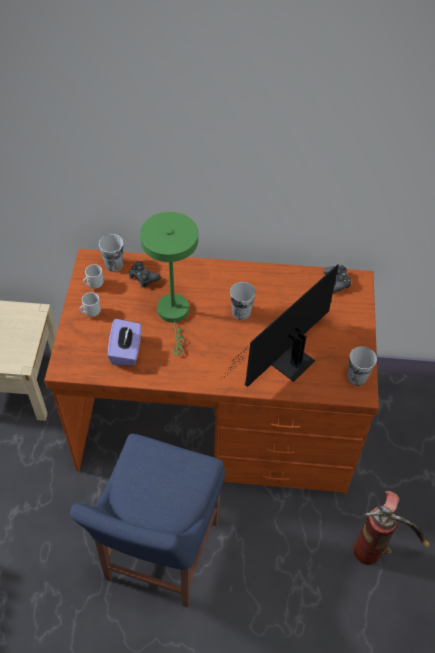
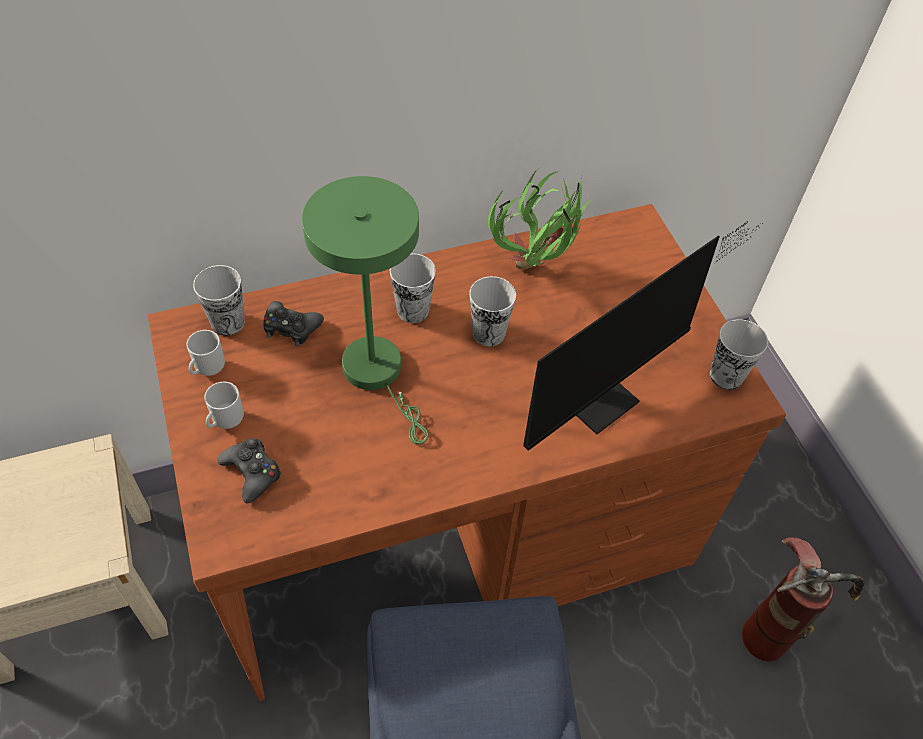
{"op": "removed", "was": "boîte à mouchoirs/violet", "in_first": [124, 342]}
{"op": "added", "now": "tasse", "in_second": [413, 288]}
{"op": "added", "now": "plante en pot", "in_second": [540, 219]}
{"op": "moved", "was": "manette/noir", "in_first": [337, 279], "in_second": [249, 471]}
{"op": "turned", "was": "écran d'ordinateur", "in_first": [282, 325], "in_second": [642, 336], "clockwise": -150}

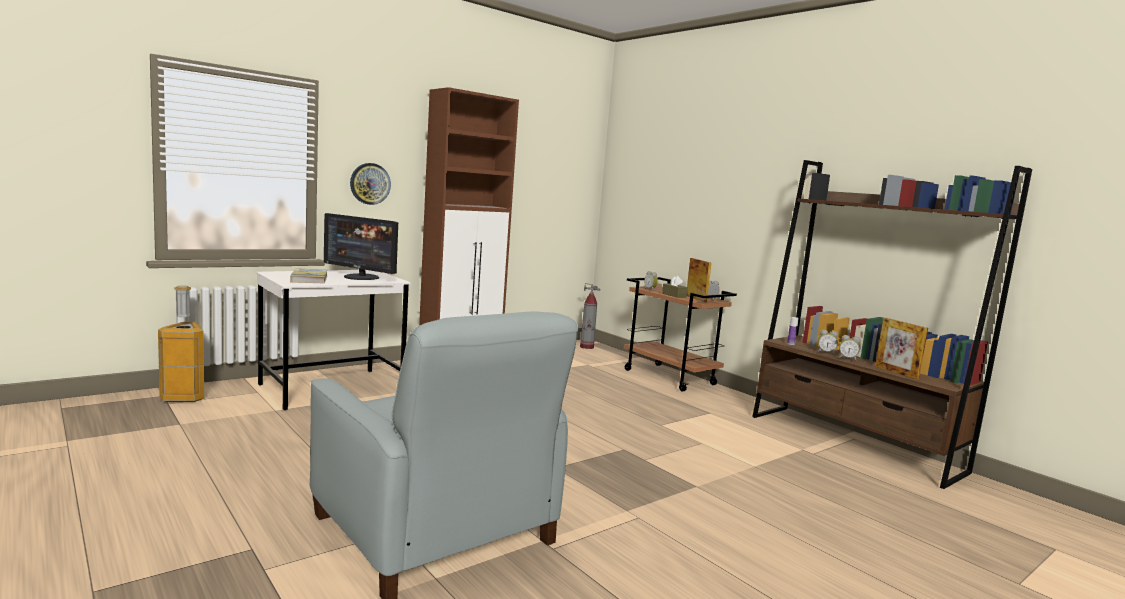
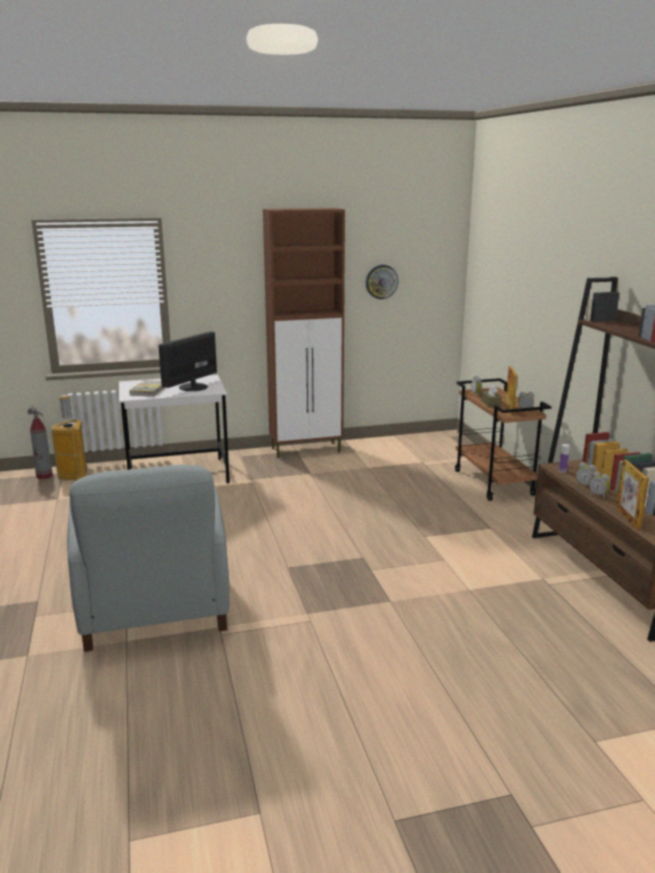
{"op": "moved", "was": "horloge murale", "in_first": [370, 184], "in_second": [382, 282]}
{"op": "moved", "was": "extincteur", "in_first": [590, 316], "in_second": [40, 442]}
{"op": "turned", "was": "écran d'ordinateur", "in_first": [361, 246], "in_second": [188, 361], "clockwise": 75}

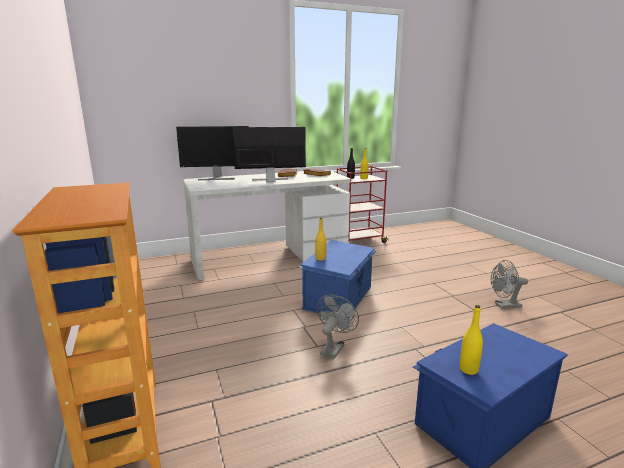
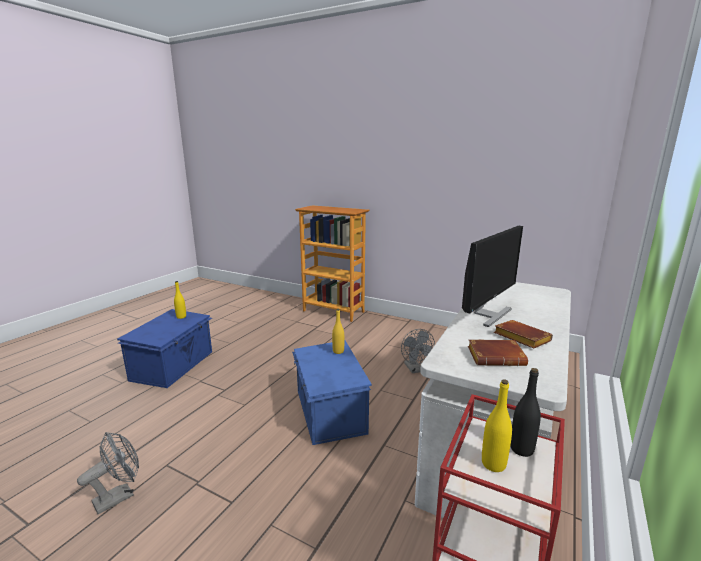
{"op": "removed", "was": "écran d'ordinateur", "in_first": [212, 153]}
{"op": "moved", "was": "ventilateur/gris", "in_first": [337, 327], "in_second": [418, 351]}

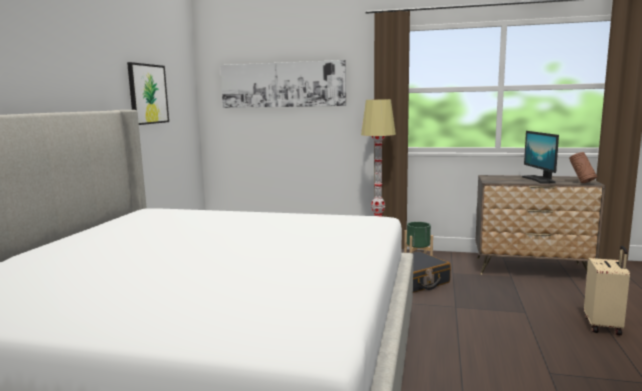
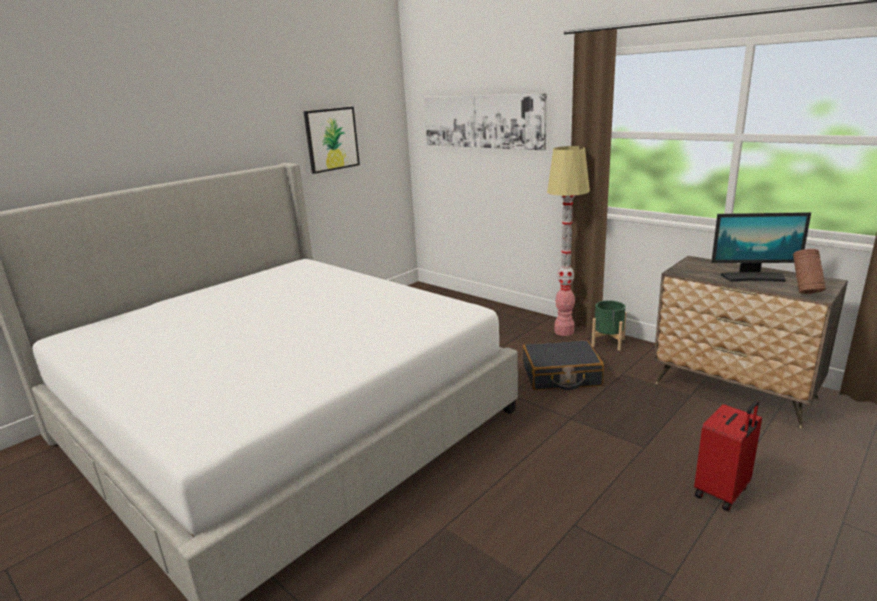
{"op": "recoloured", "was": "valise/beige", "now": "valise/rouge", "in_first": [607, 290], "in_second": [728, 455]}
{"op": "turned", "was": "écran d'ordinateur", "in_first": [540, 157], "in_second": [761, 247], "clockwise": -105}

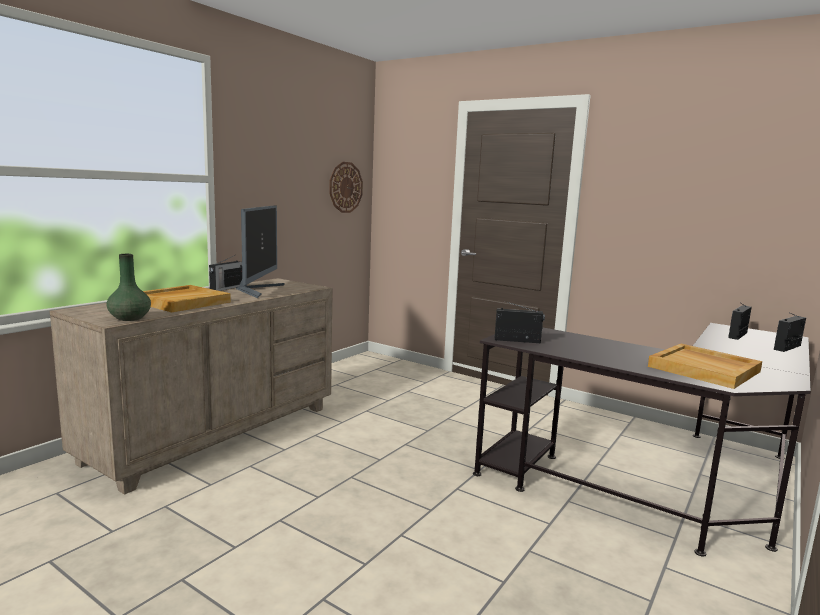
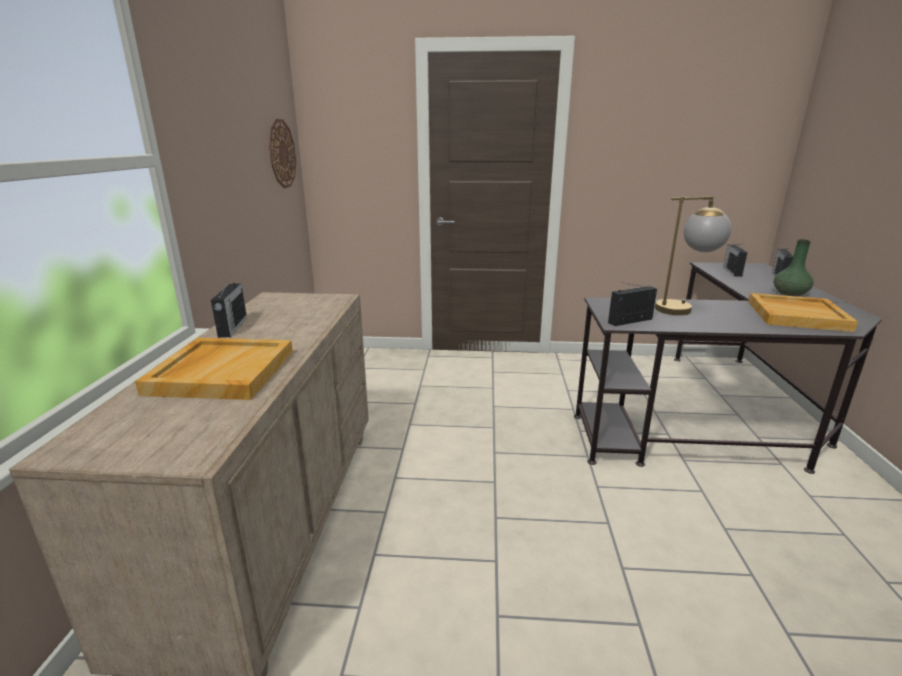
{"op": "removed", "was": "écran d'ordinateur", "in_first": [260, 251]}
{"op": "added", "now": "lampe de table", "in_second": [693, 255]}
{"op": "moved", "was": "vase/vert", "in_first": [128, 287], "in_second": [794, 267]}

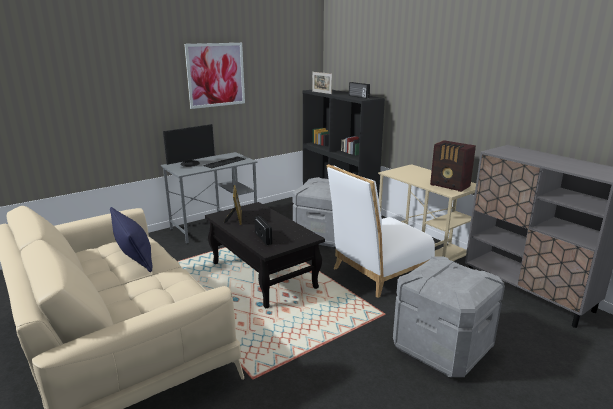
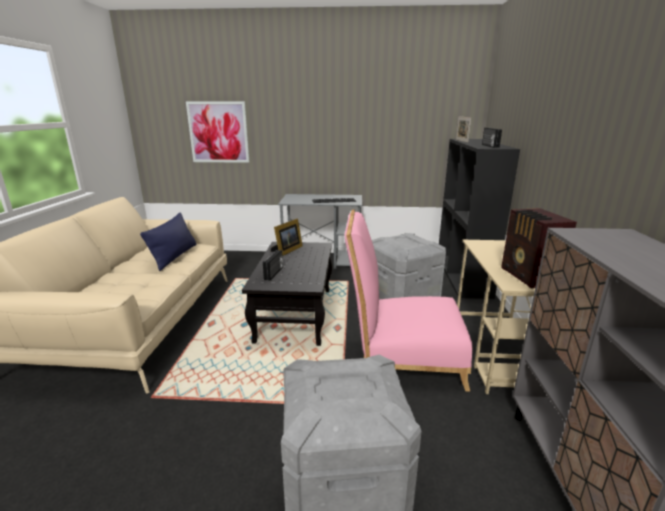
{"op": "removed", "was": "écran d'ordinateur", "in_first": [189, 145]}
{"op": "moved", "was": "tableau", "in_first": [214, 76], "in_second": [217, 132]}
{"op": "recoloured", "was": "chaise/blanc", "now": "chaise/rose", "in_first": [380, 231], "in_second": [408, 301]}

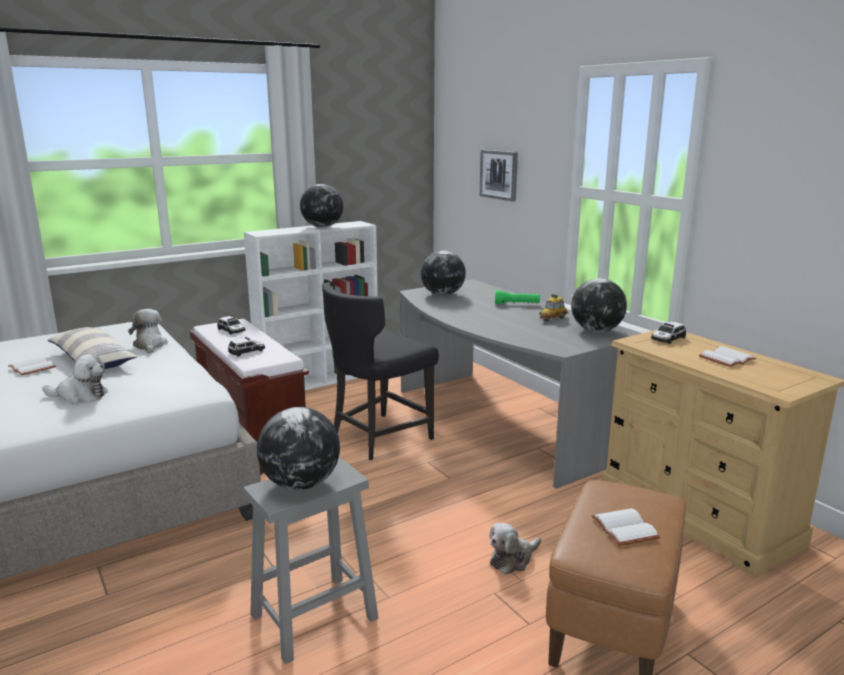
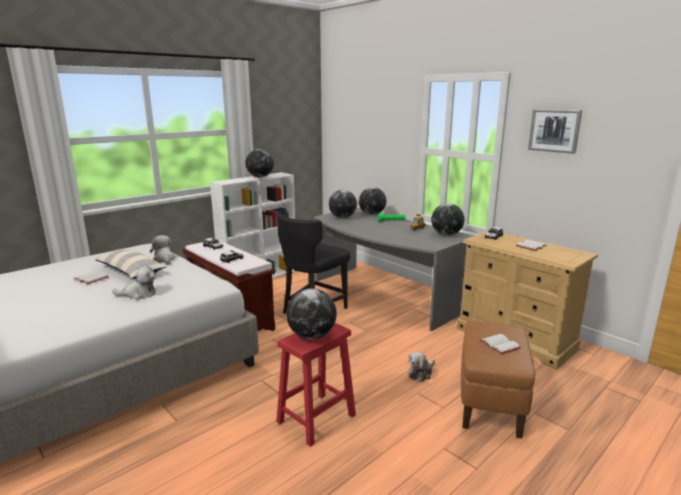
{"op": "added", "now": "globe", "in_second": [372, 201]}
{"op": "moved", "was": "tableau", "in_first": [499, 175], "in_second": [555, 131]}
{"op": "recoloured", "was": "tabouret/gris", "now": "tabouret/rouge", "in_first": [311, 560], "in_second": [316, 385]}

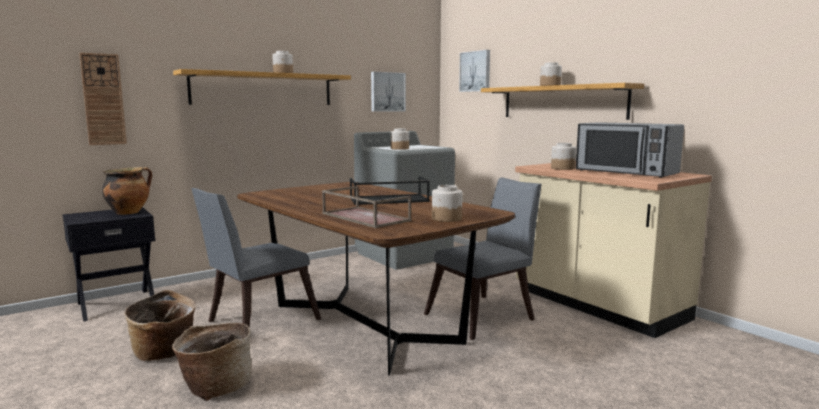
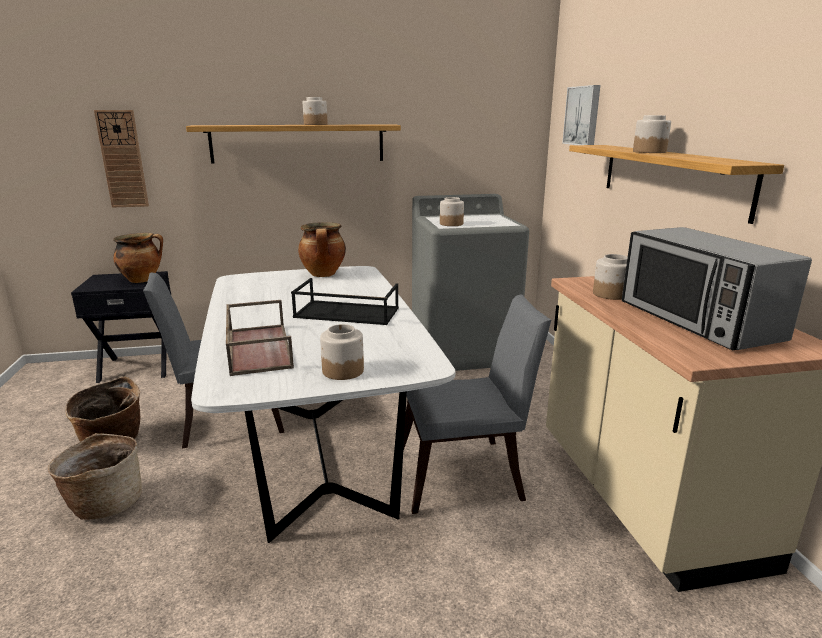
{"op": "removed", "was": "tableau", "in_first": [388, 92]}
{"op": "added", "now": "marmite", "in_second": [322, 249]}
{"op": "recoloured", "was": "table à manger/marron", "now": "table à manger/blanc", "in_first": [376, 279], "in_second": [323, 404]}

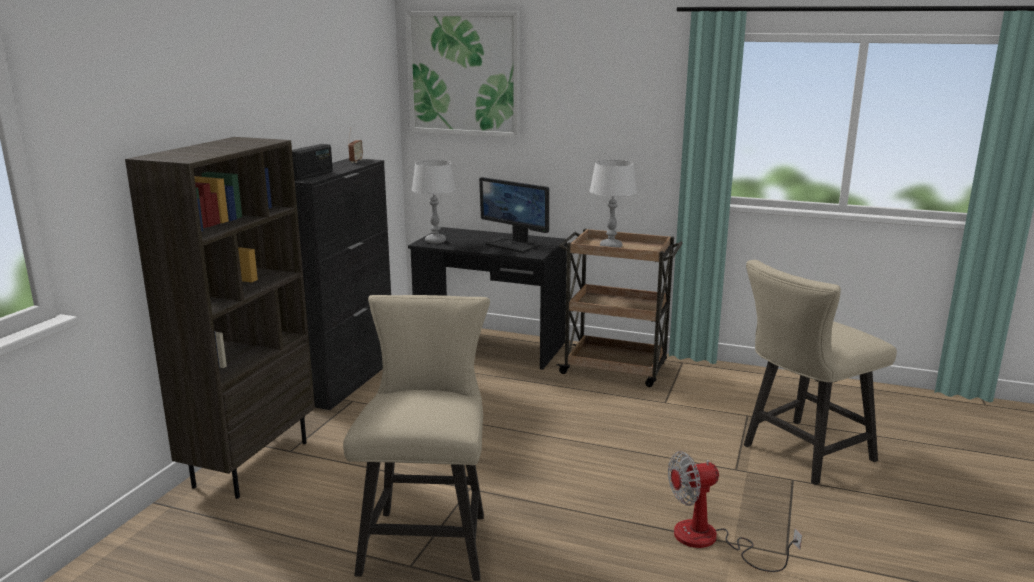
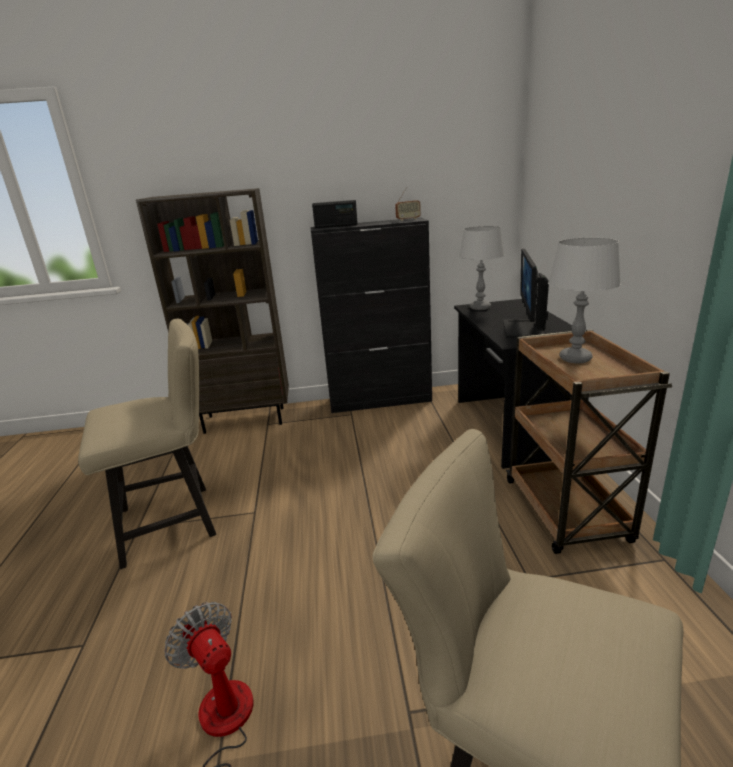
{"op": "removed", "was": "tableau", "in_first": [462, 74]}

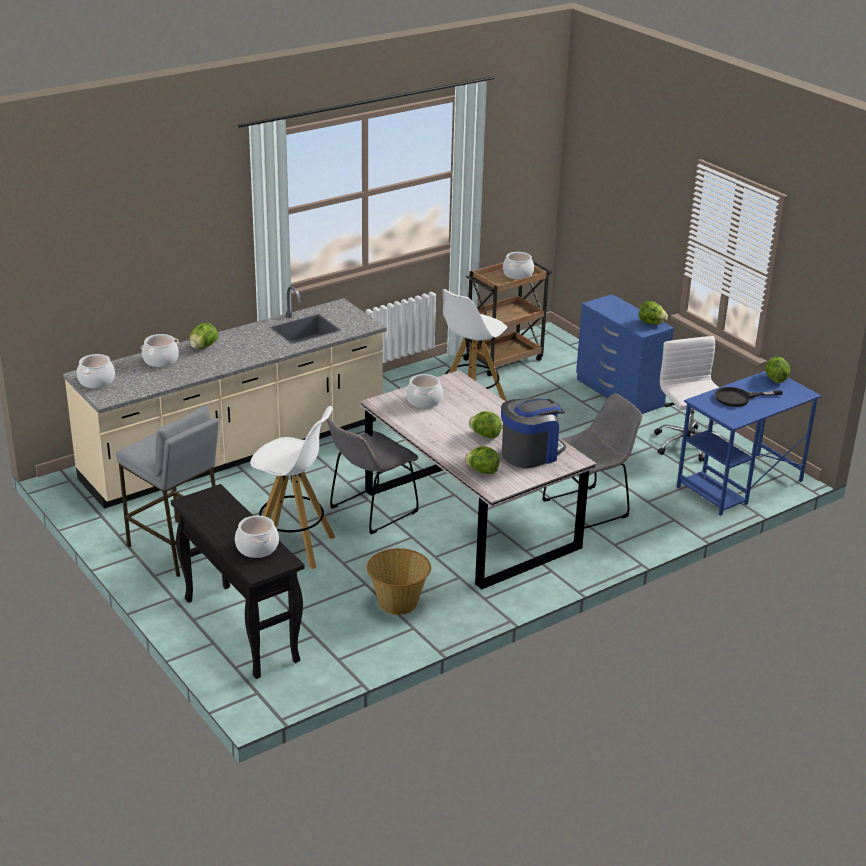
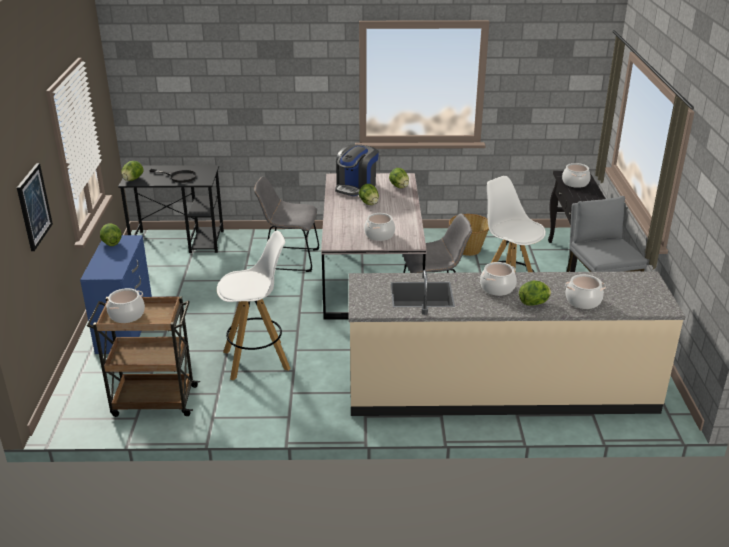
{"op": "removed", "was": "chaise de bureau/blanc", "in_first": [690, 399]}
{"op": "added", "now": "tableau", "in_second": [35, 207]}
{"op": "moved", "was": "marmite", "in_first": [96, 371], "in_second": [498, 279]}
{"op": "recoloured", "was": "bureau/bleu", "now": "bureau/noir", "in_first": [748, 443], "in_second": [171, 209]}
{"op": "turned", "was": "machine à café", "in_first": [533, 433], "in_second": [357, 170], "clockwise": -60}

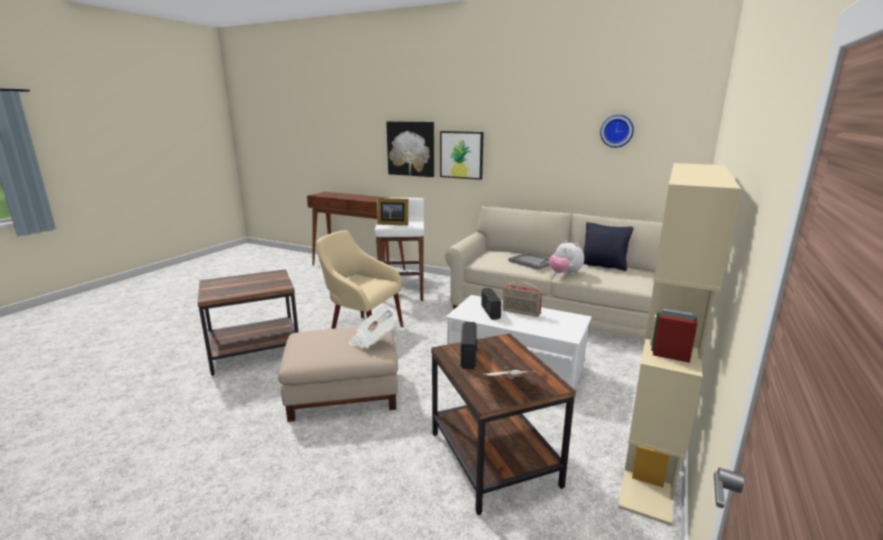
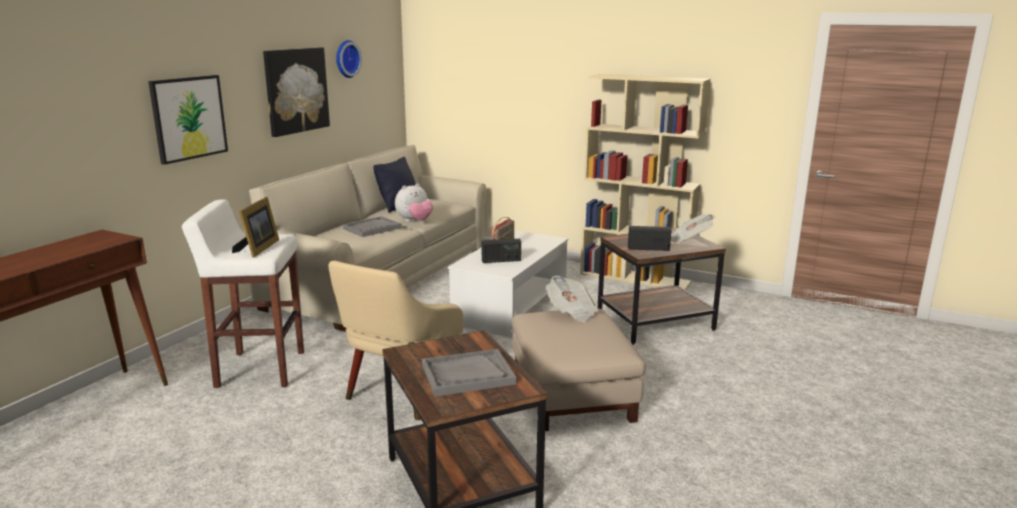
{"op": "added", "now": "plateau/gris", "in_second": [469, 373]}
{"op": "moved", "was": "tableau", "in_first": [410, 149], "in_second": [296, 92]}

